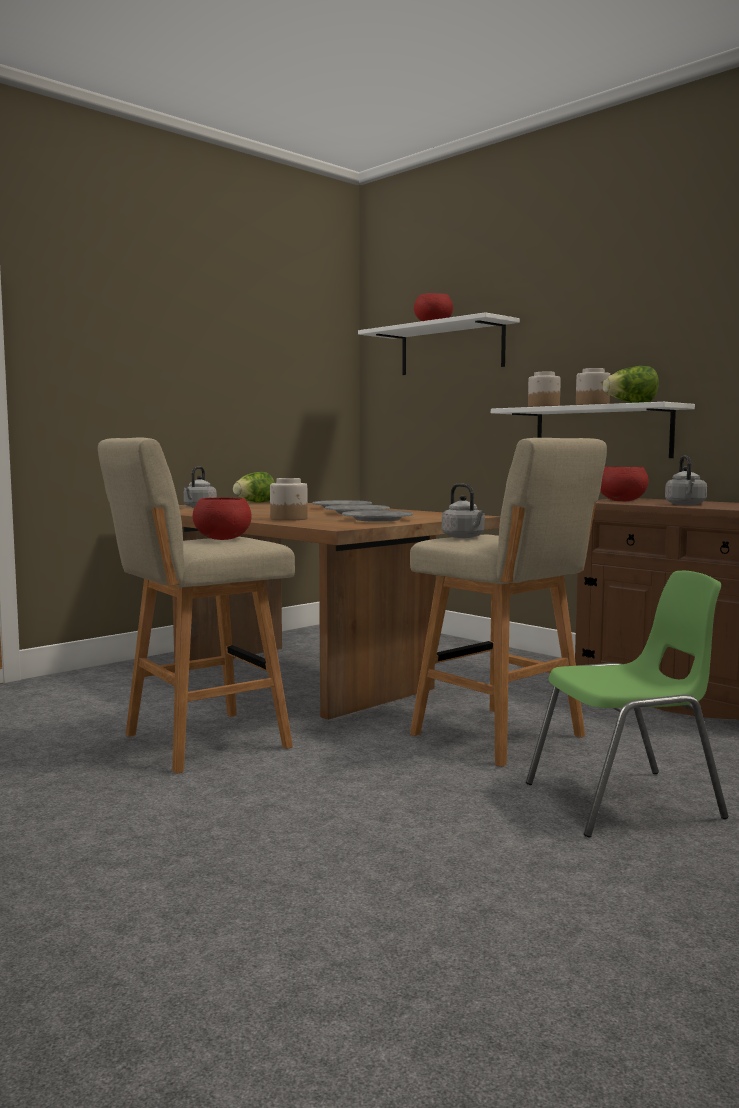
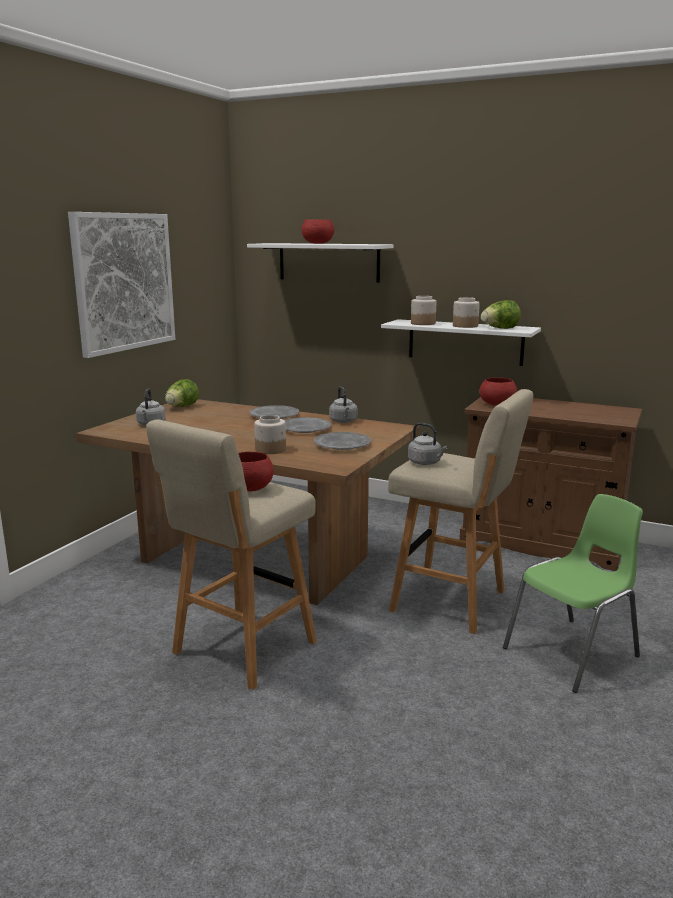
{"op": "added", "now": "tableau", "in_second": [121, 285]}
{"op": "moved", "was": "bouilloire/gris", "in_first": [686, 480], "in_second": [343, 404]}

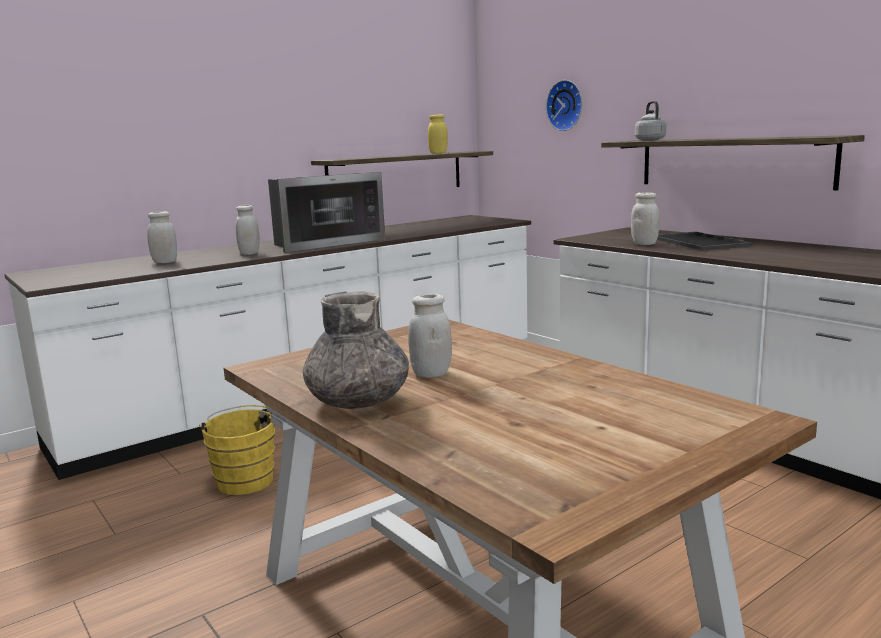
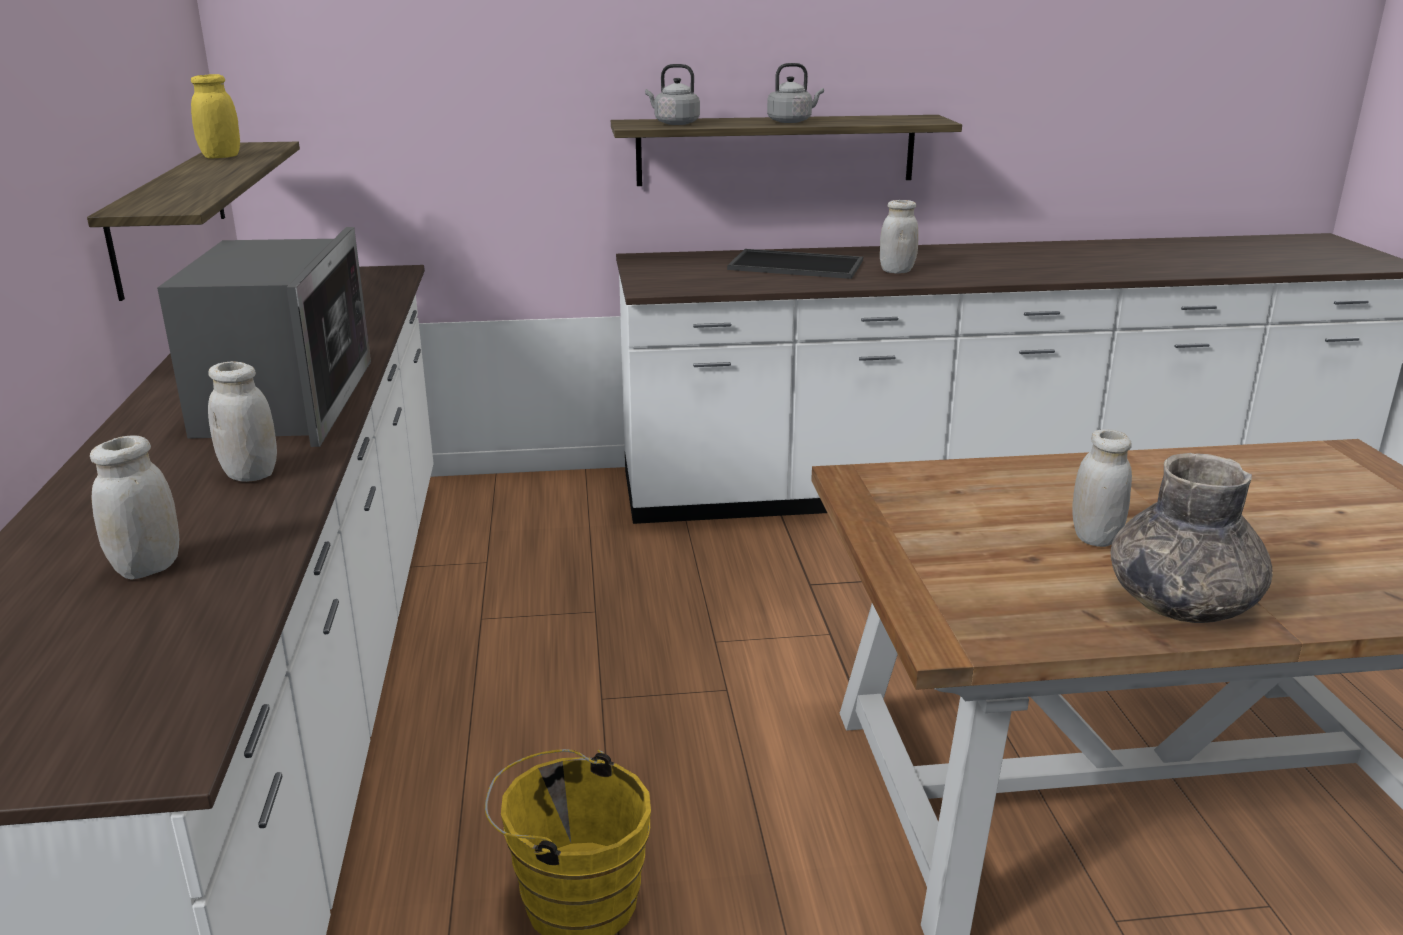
{"op": "removed", "was": "horloge murale", "in_first": [564, 105]}
{"op": "added", "now": "bouilloire/gris", "in_second": [795, 93]}
{"op": "moved", "was": "bocal/blanc", "in_first": [645, 218], "in_second": [899, 237]}

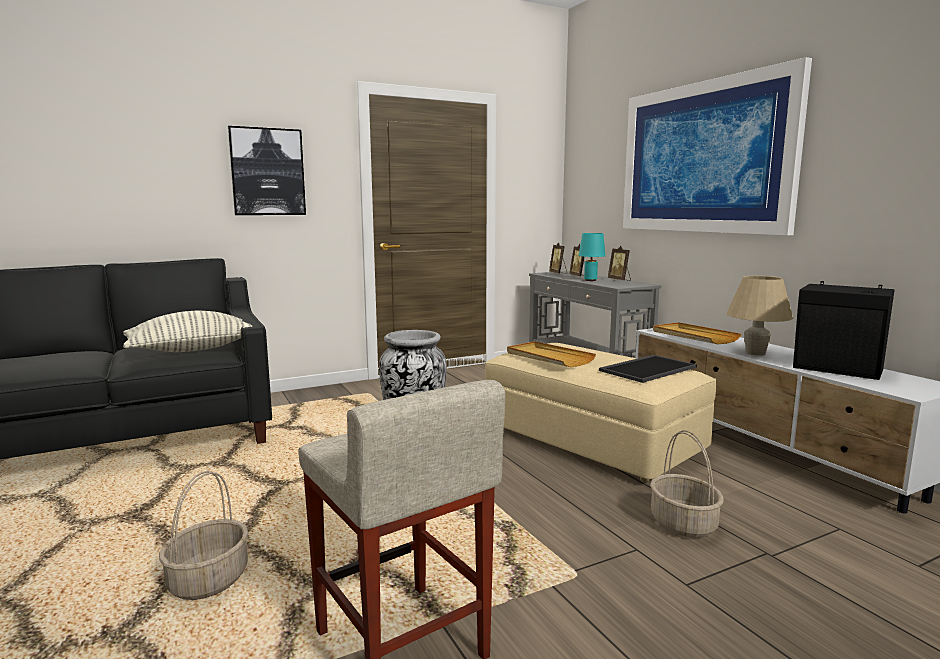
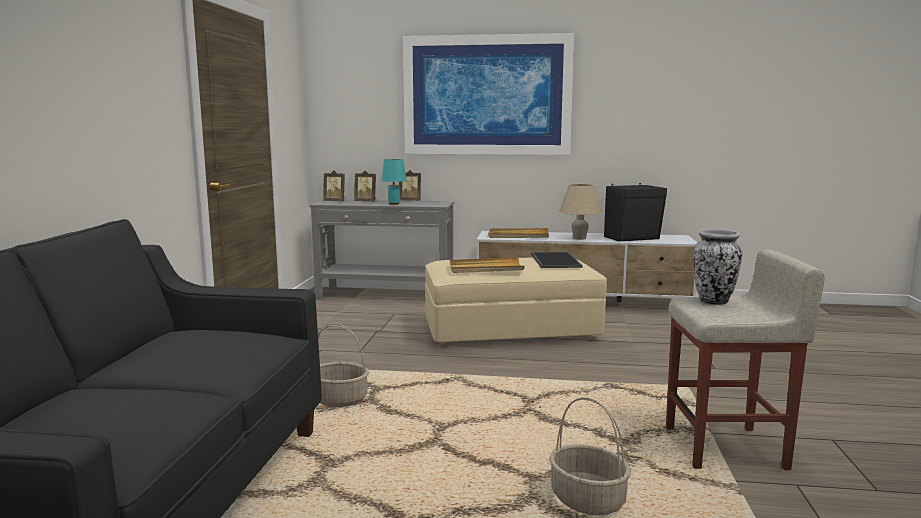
{"op": "removed", "was": "coussin", "in_first": [187, 331]}
{"op": "removed", "was": "tableau", "in_first": [267, 170]}
{"op": "moved", "was": "panier", "in_first": [687, 484], "in_second": [343, 365]}

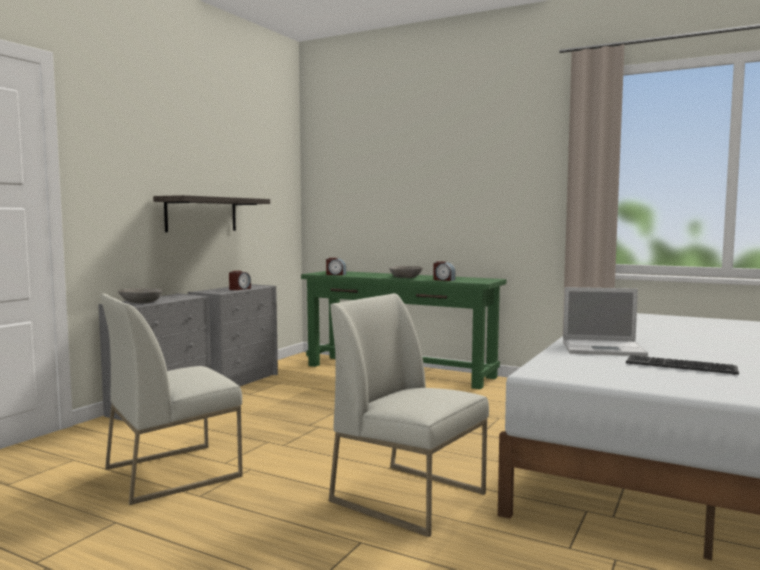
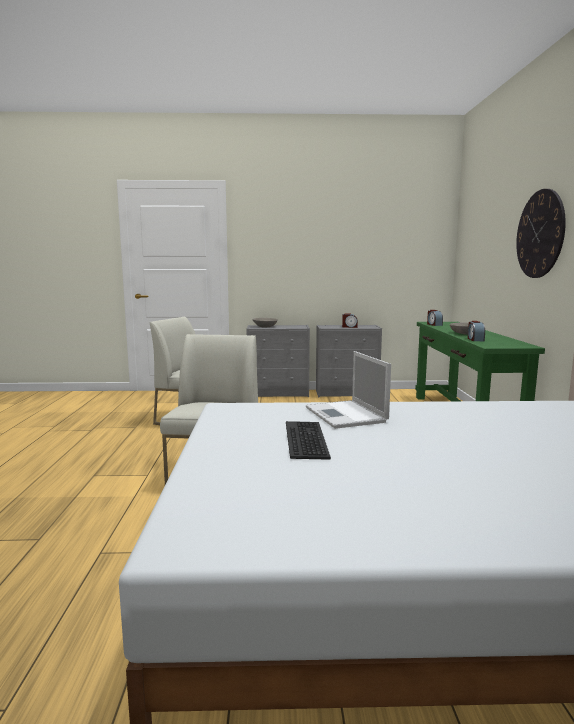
{"op": "removed", "was": "étagère", "in_first": [211, 213]}
{"op": "added", "now": "horloge murale", "in_second": [541, 233]}

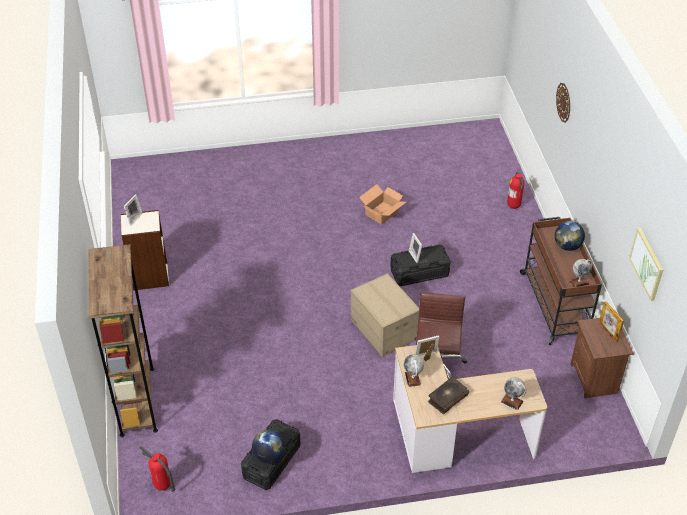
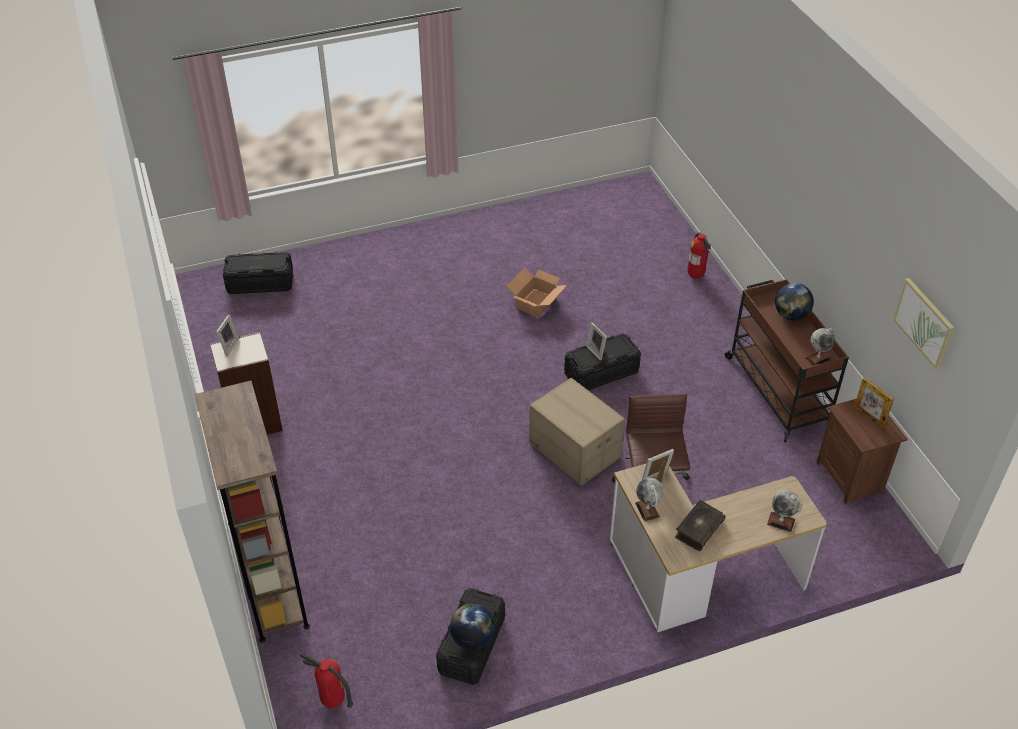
{"op": "removed", "was": "horloge murale", "in_first": [563, 103]}
{"op": "added", "now": "boîte de rangement/noir", "in_second": [258, 273]}

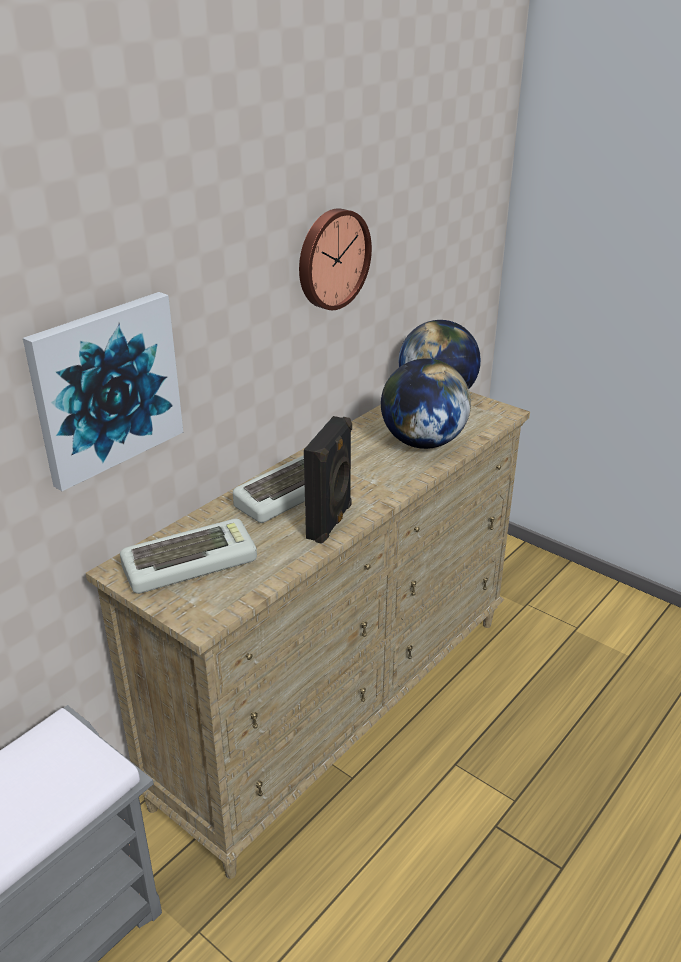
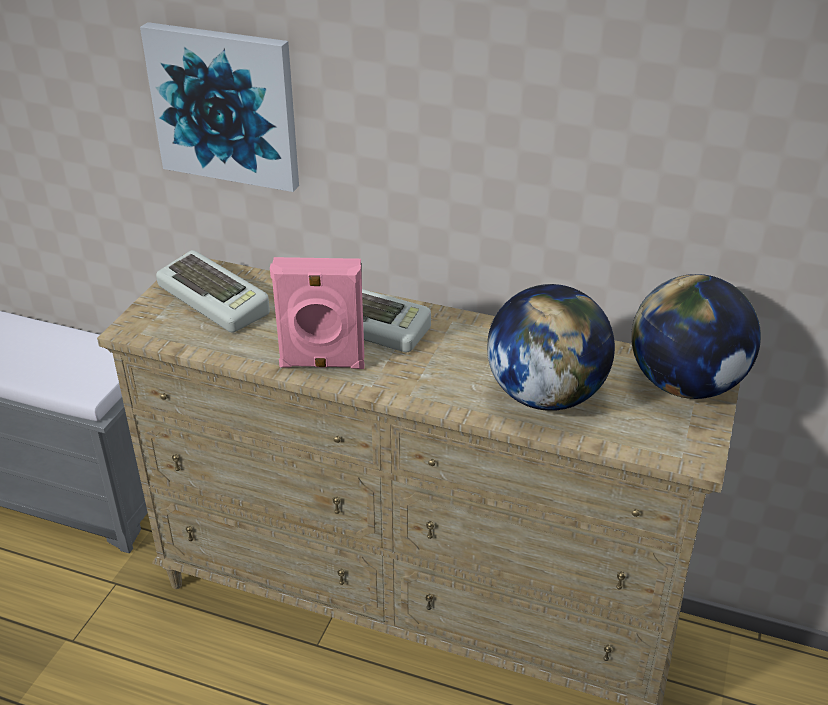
{"op": "removed", "was": "horloge murale", "in_first": [335, 259]}
{"op": "recoloured", "was": "enceinte/noir", "now": "enceinte/rose", "in_first": [328, 480], "in_second": [317, 313]}

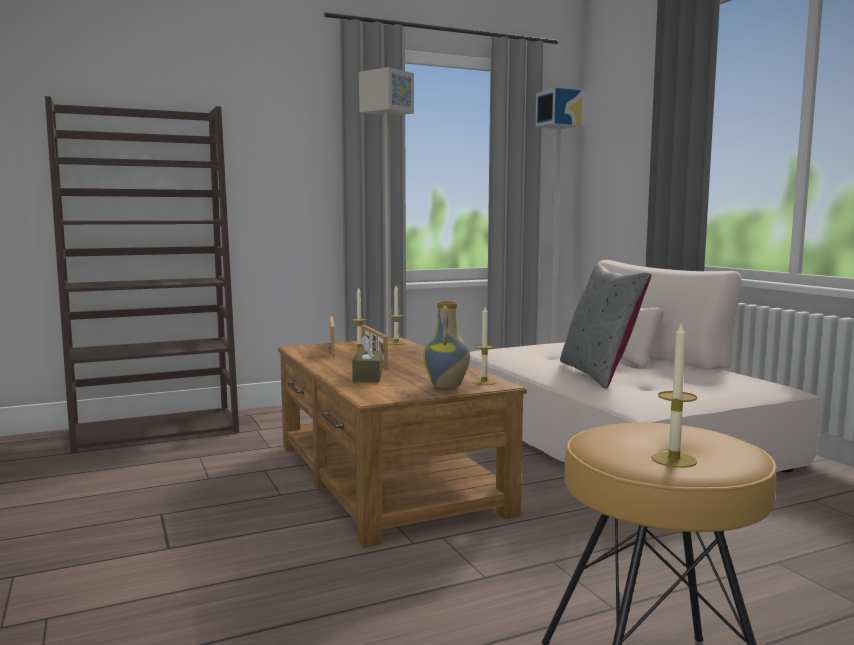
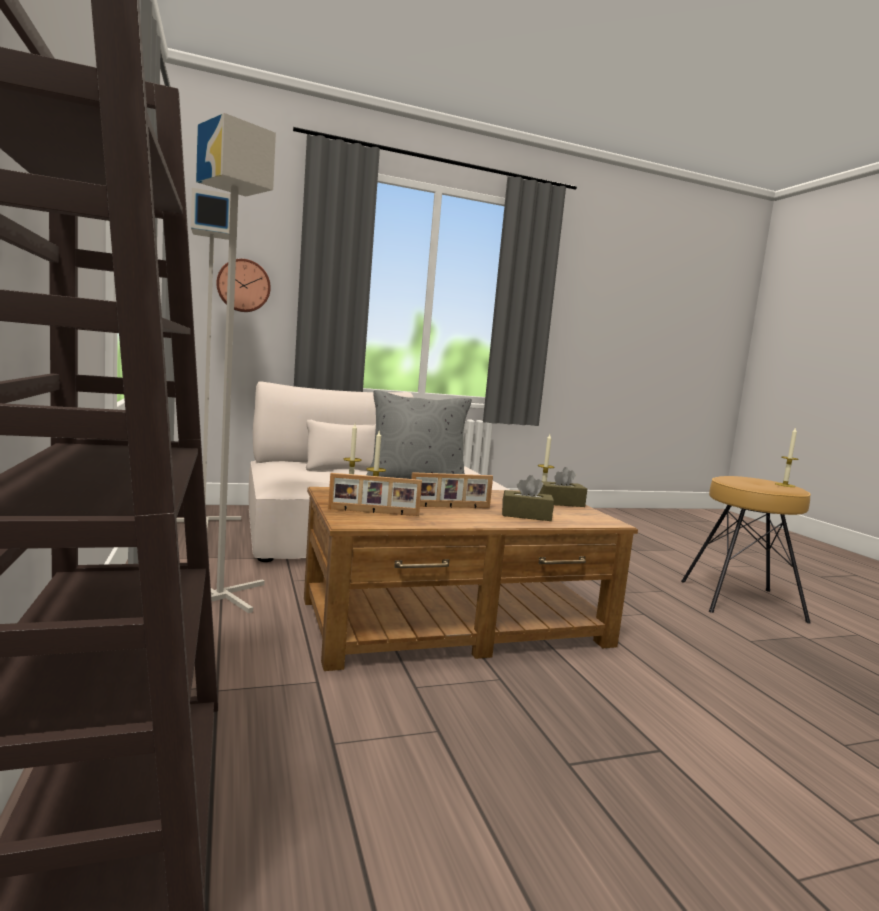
{"op": "added", "now": "horloge murale", "in_second": [243, 285]}
{"op": "replaced", "was": "vase", "now": "boîte à mouchoirs/marron", "in_first": [447, 345], "in_second": [563, 487]}

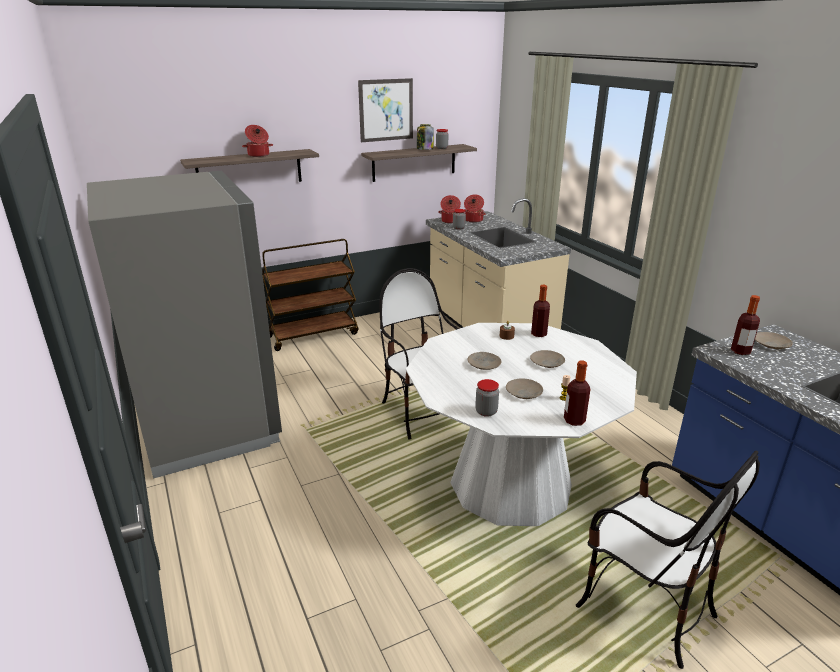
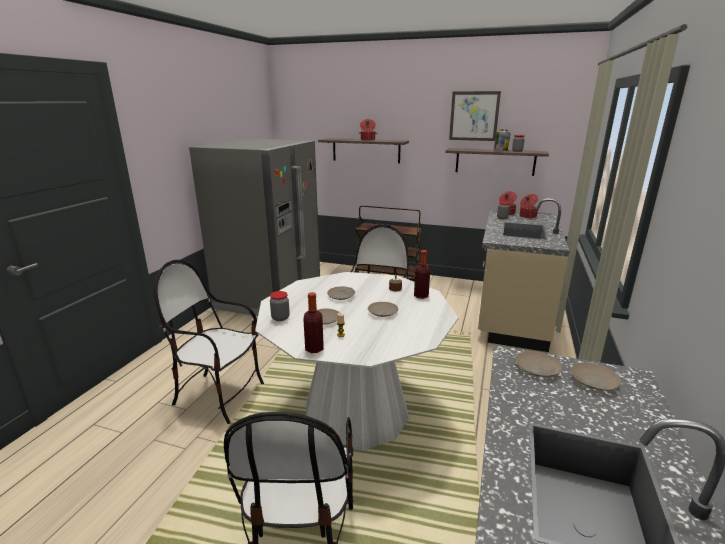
{"op": "added", "now": "chaise", "in_second": [209, 342]}
{"op": "replaced", "was": "bouteille", "now": "assiette/beige", "in_first": [745, 325], "in_second": [538, 364]}

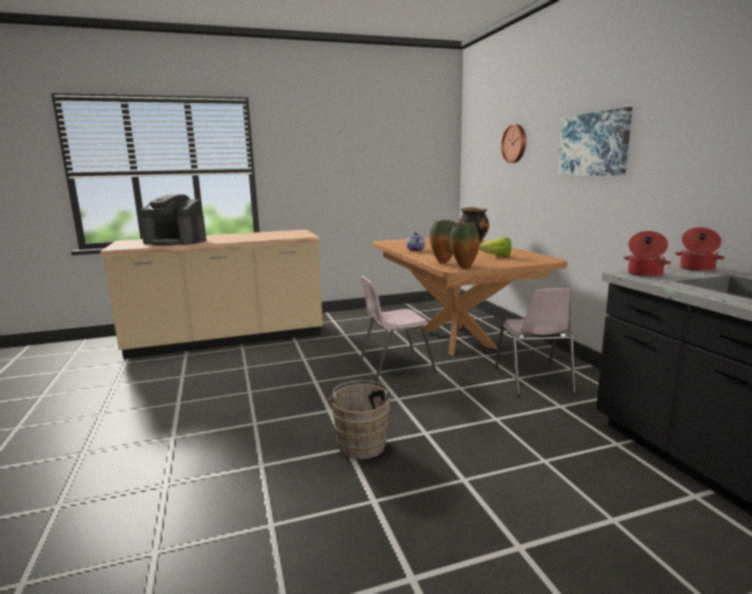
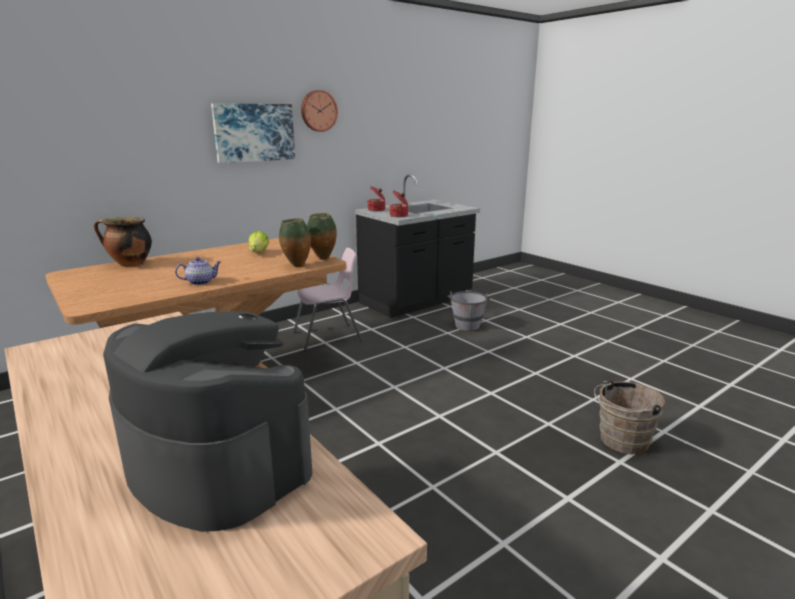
{"op": "removed", "was": "chaise/rose", "in_first": [398, 329]}
{"op": "added", "now": "seau/gris", "in_second": [468, 311]}
{"op": "moved", "was": "seau/marron", "in_first": [361, 419], "in_second": [629, 417]}
{"op": "moved", "was": "horloge murale", "in_first": [513, 143], "in_second": [319, 111]}
{"op": "turned", "was": "machine à café", "in_first": [173, 220], "in_second": [207, 421], "clockwise": -45}

